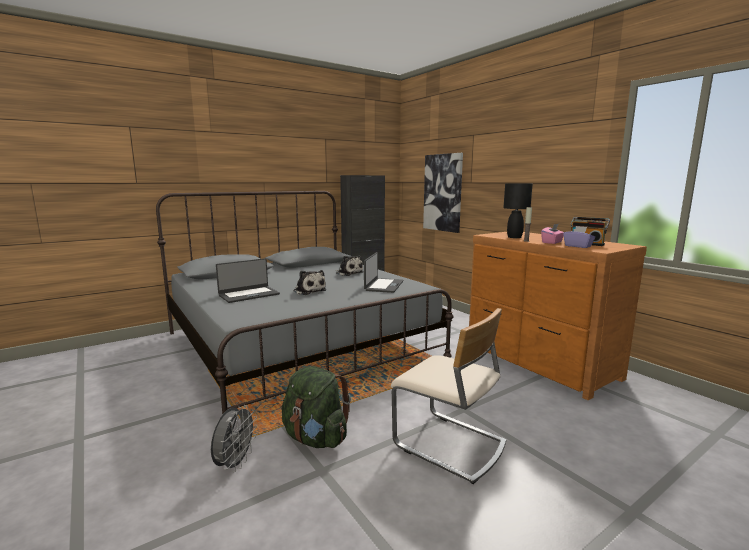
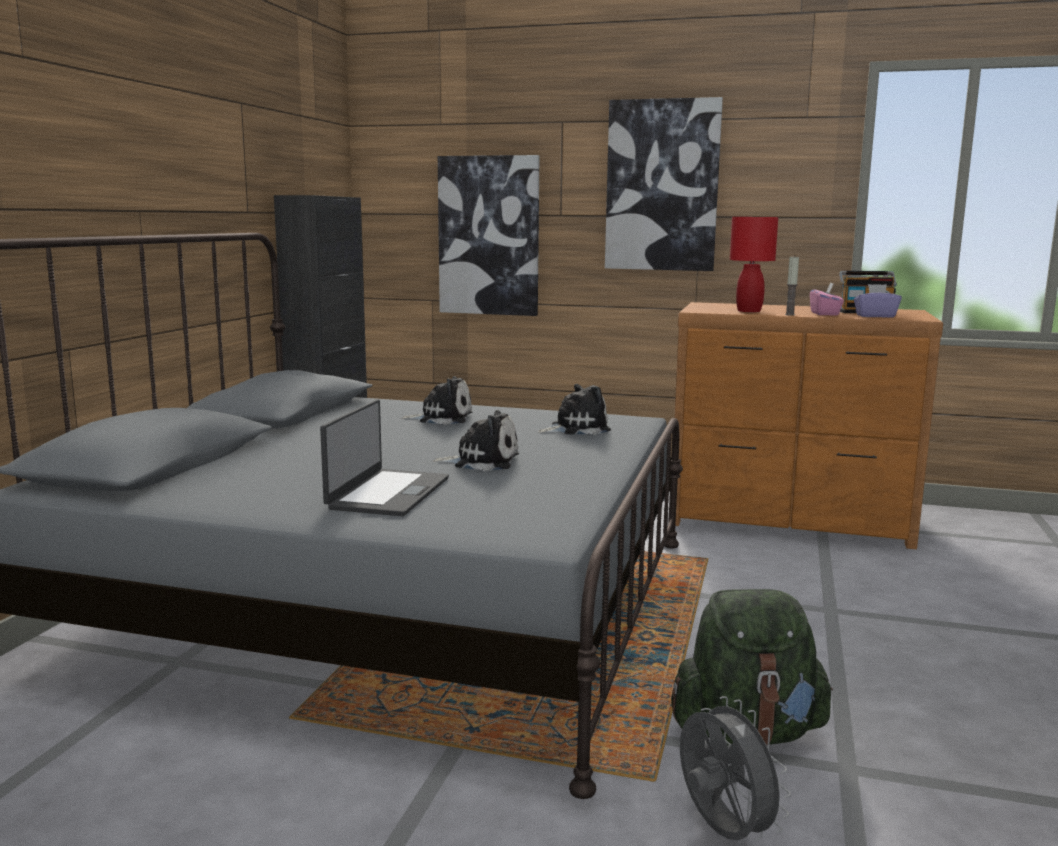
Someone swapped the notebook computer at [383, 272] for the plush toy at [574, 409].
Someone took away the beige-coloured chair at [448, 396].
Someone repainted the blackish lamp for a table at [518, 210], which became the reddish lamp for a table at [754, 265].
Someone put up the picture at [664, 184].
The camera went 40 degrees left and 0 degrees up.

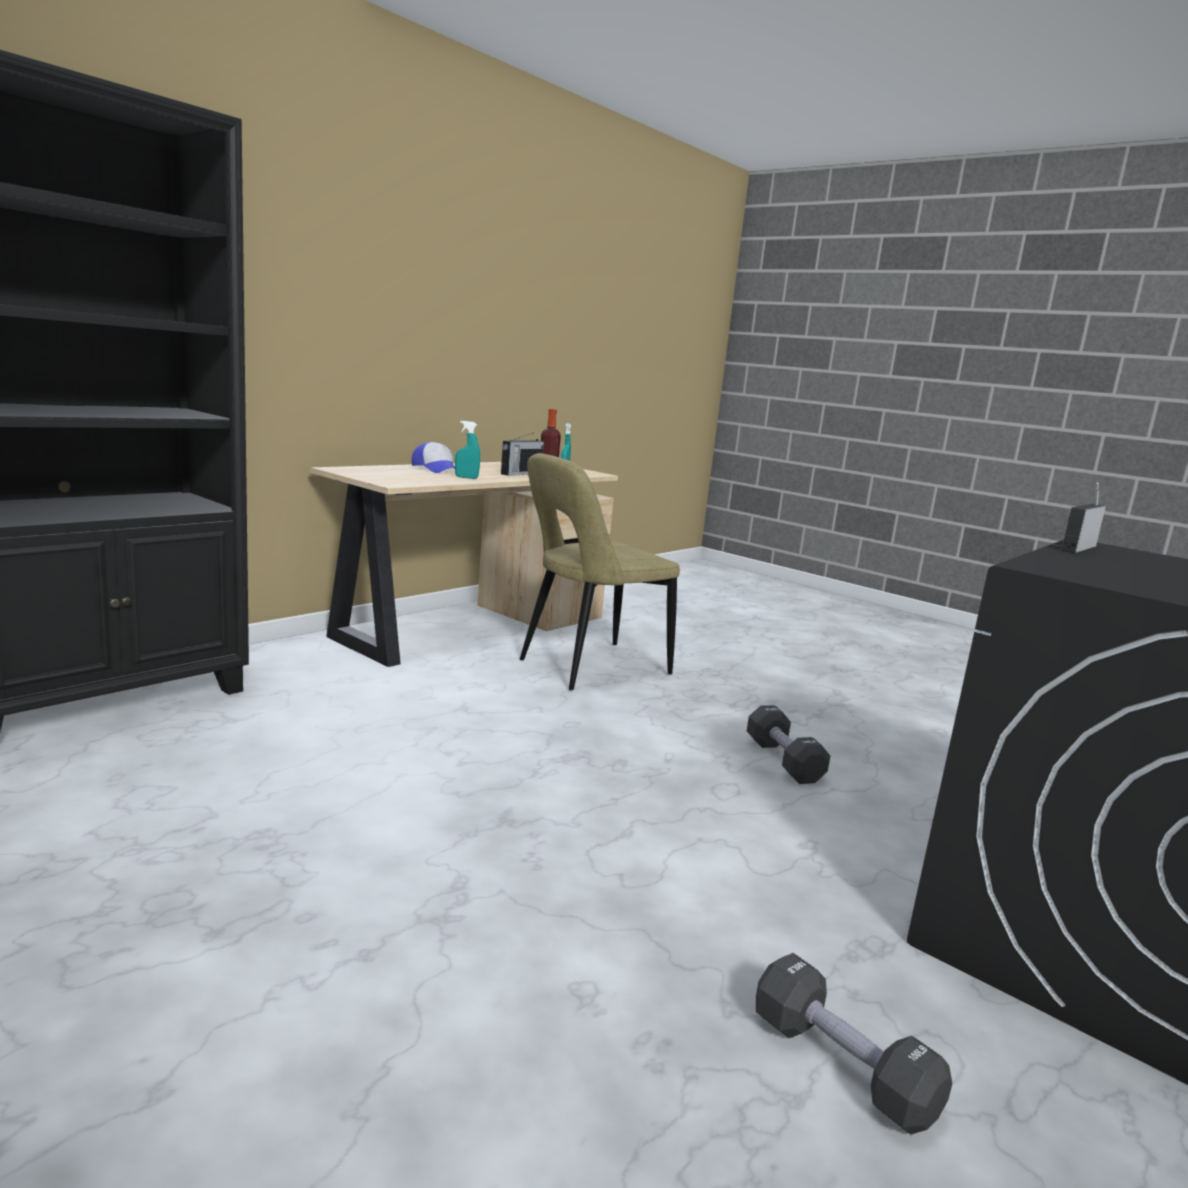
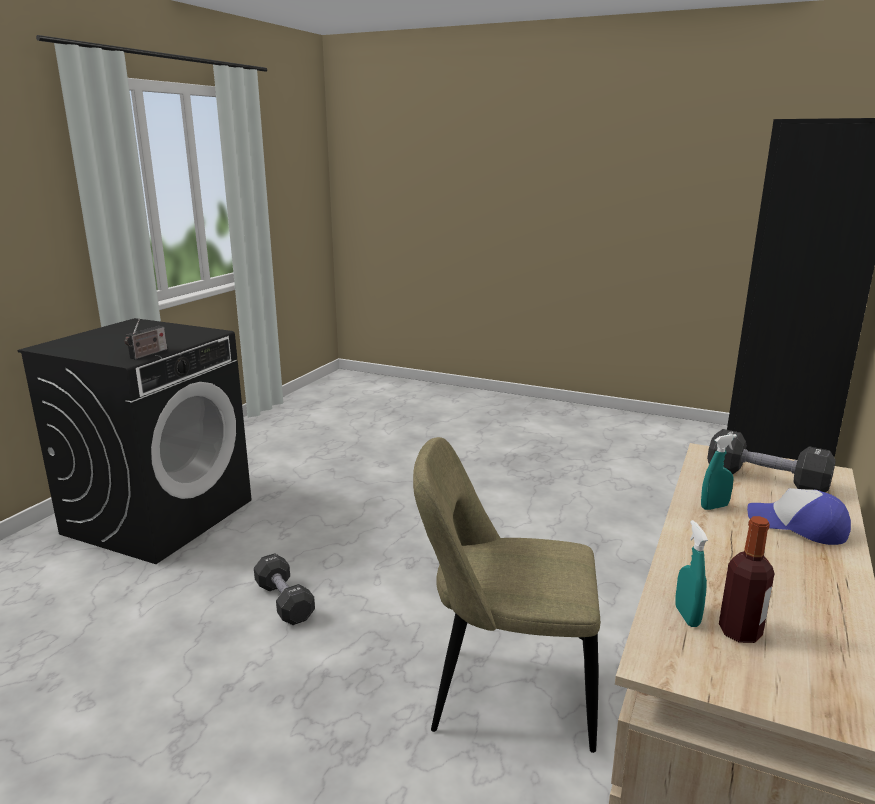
Someone took away the radio set at [522, 453].
Someone rotated the beige-coloured chair at [599, 571] by 120 degrees counterclockwise.
Someone carried the blackish hand weight from [854, 1043] to [771, 460].
The camera went 165 degrees right and 5 degrees up.

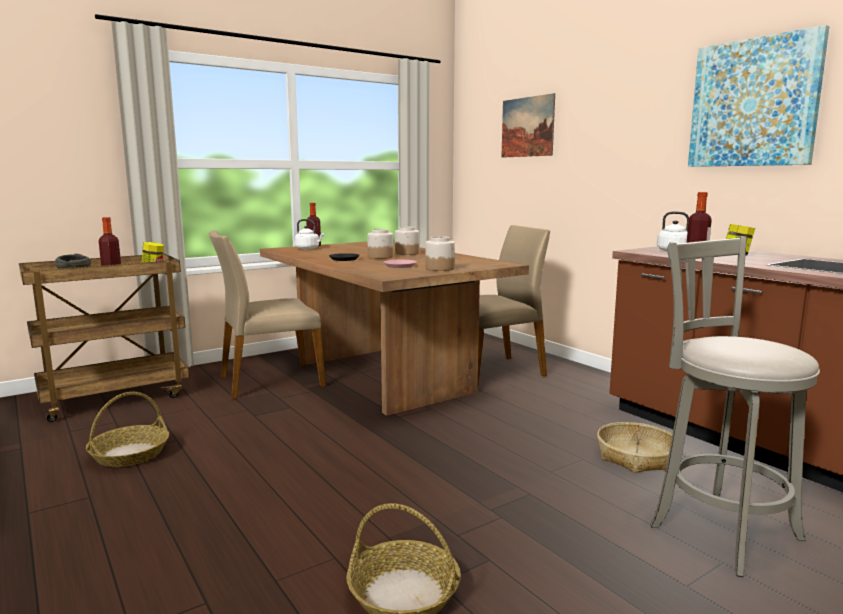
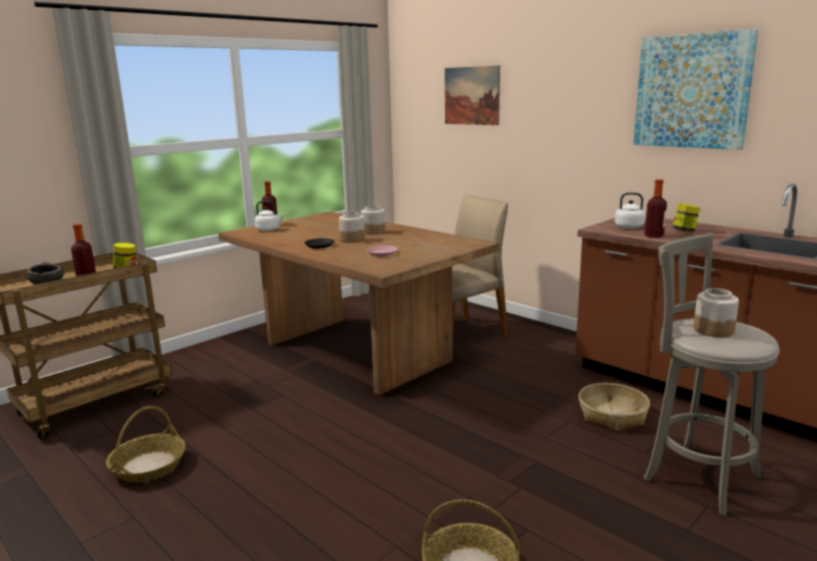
Someone took away the beige-coloured chair at [267, 314].
Someone carried the jar from [440, 253] to [716, 312].
The camera went 10 degrees left and 5 degrees up.

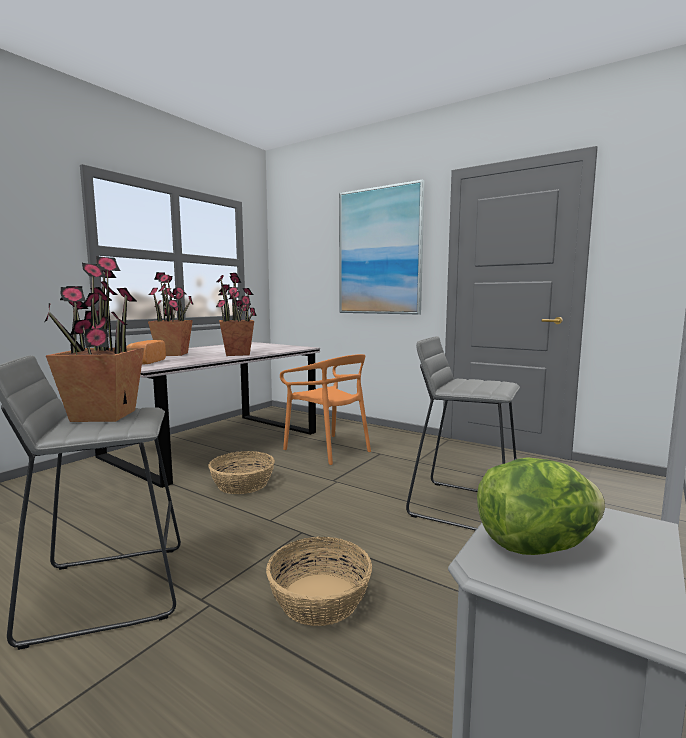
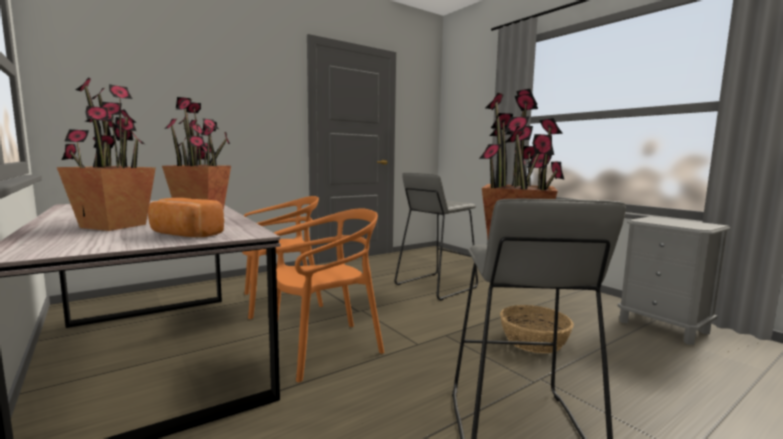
Someone swapped the storage basket at [241, 472] for the orange chair at [329, 295].
Someone took away the picture at [382, 247].
Someone took away the lettuce head at [541, 506].
The camera went 70 degrees left and 0 degrees up.

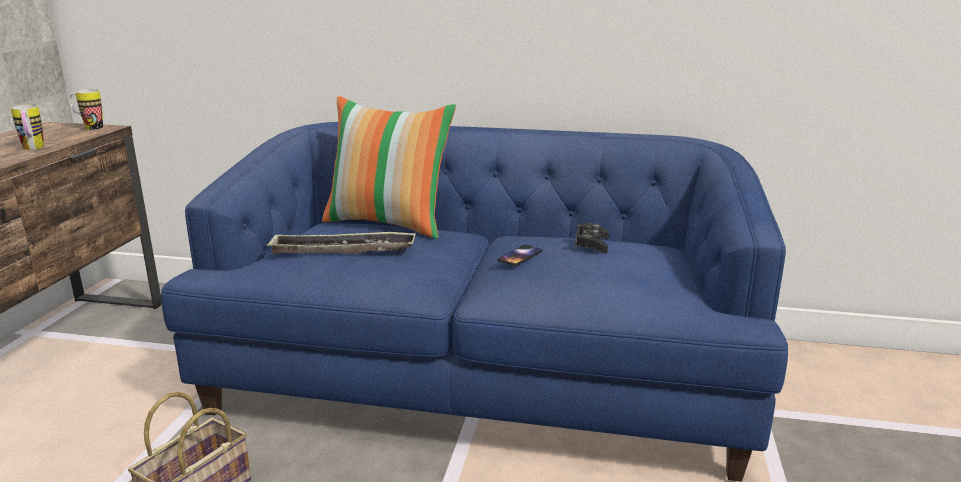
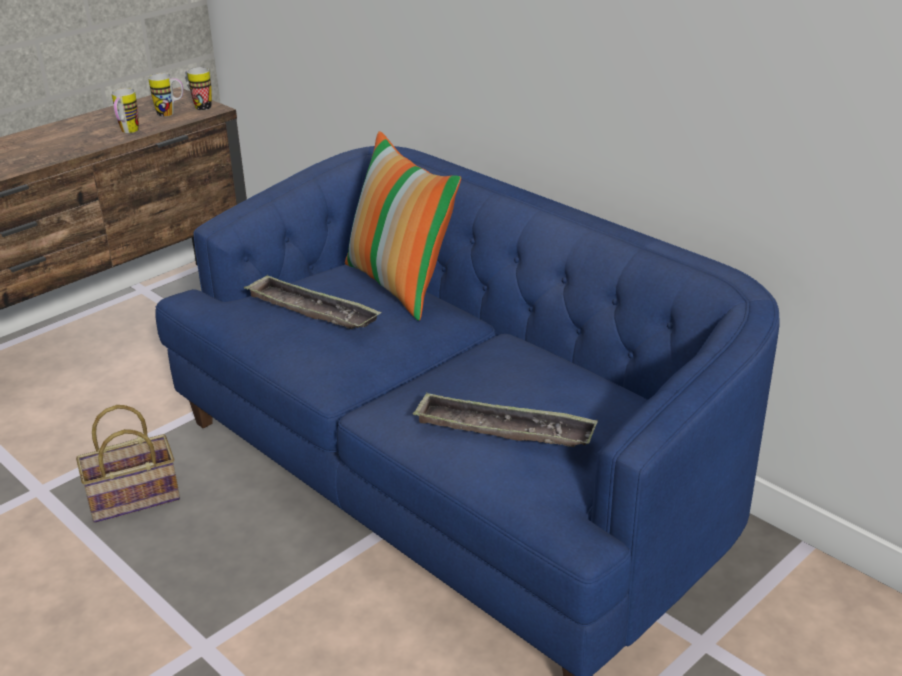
Someone took away the phone at [520, 255].
Someone took away the blackish gamepad at [592, 238].
Someone put down the mug at [165, 95].
Someone put down the carrying tray at [505, 419].
The camera went 35 degrees right and 10 degrees up.

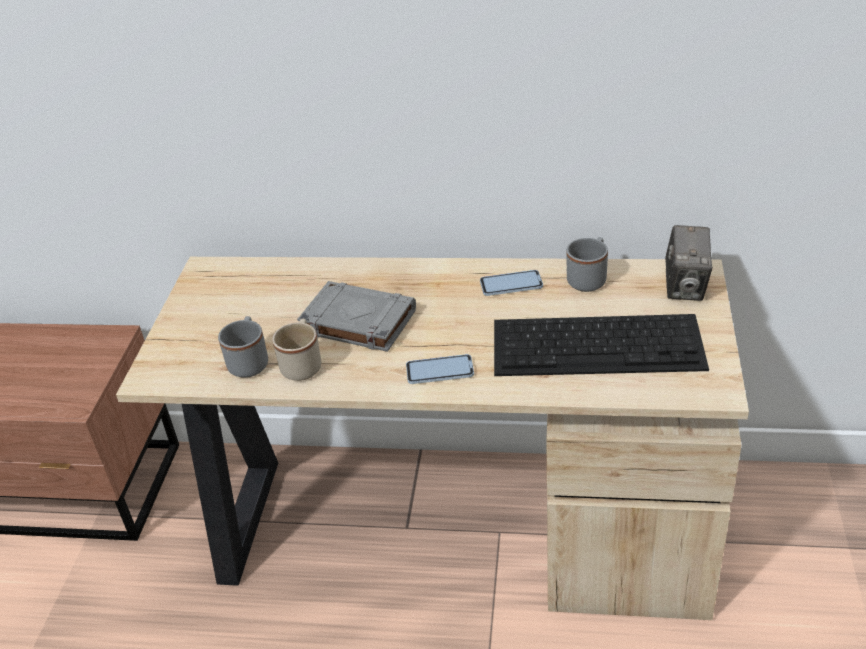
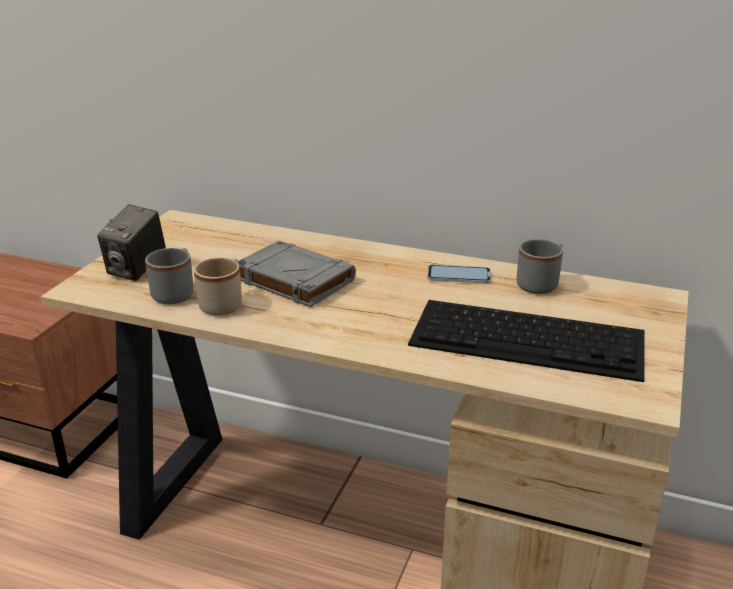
Someone took away the phone at [440, 369].
Someone carried the photo camera from [688, 263] to [131, 242].
The camera went 10 degrees right and 10 degrees down.

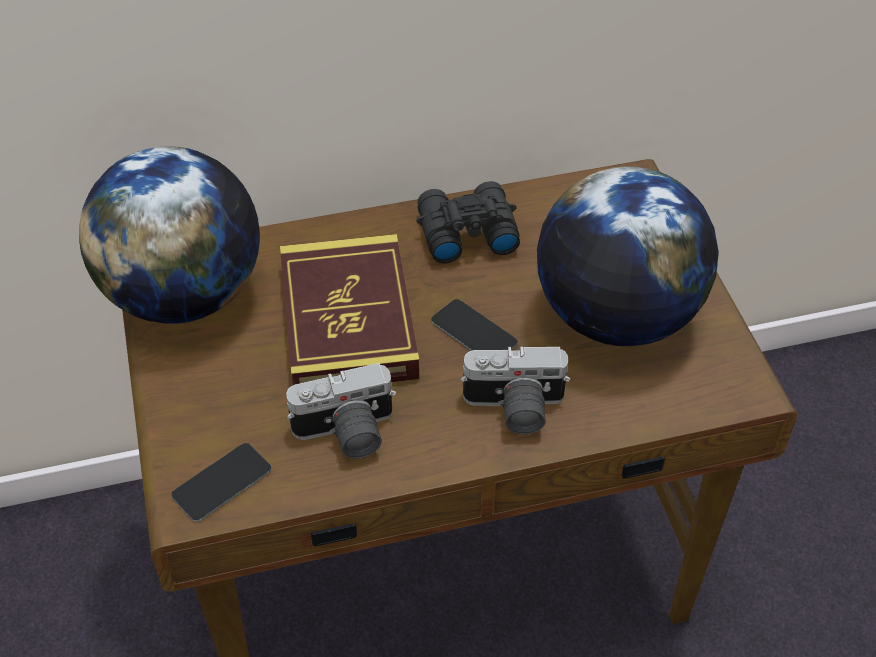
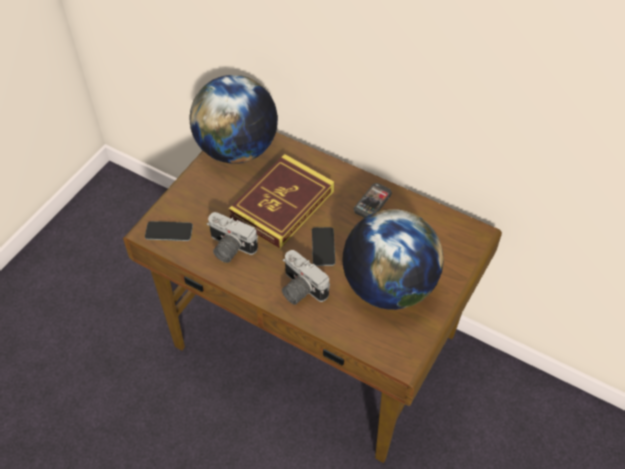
Someone swapped the blackish pair of binoculars at [468, 222] for the phone at [372, 200].
The camera went 45 degrees right and 5 degrees up.

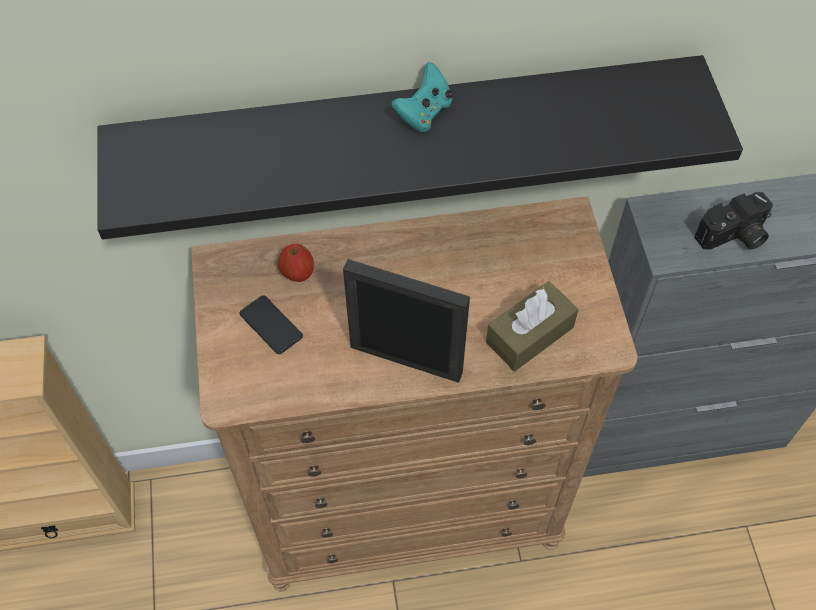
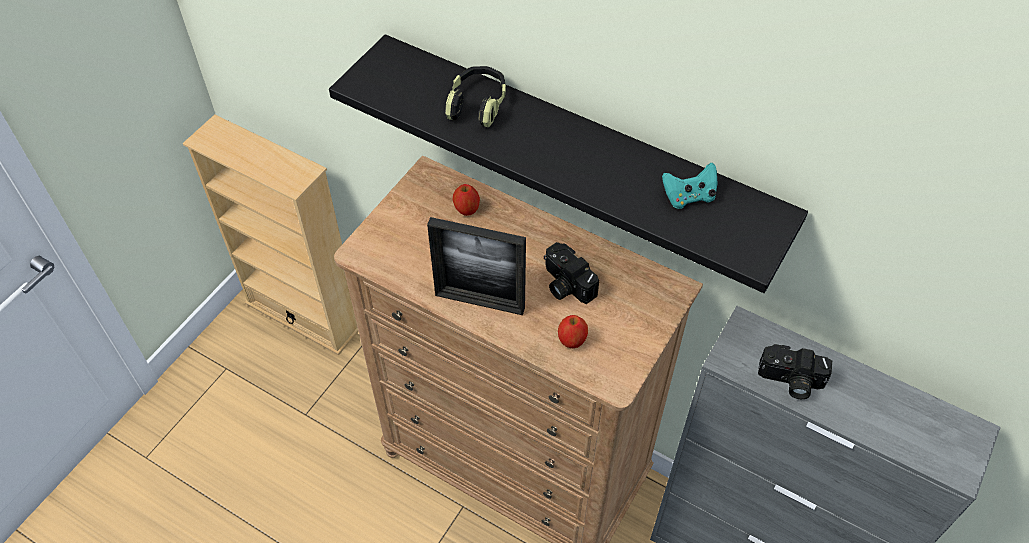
Someone took away the phone at [271, 324].
Someone rotated the picture frame at [406, 321] by 135 degrees clockwise.
Someone carried the turquoise-coloured gamepad from [422, 97] to [690, 186].
Someone swapped the brown-coloured box of tissues at [532, 326] for the whole apple at [573, 331].
Someone put down the headphones at [475, 96].
Someone put down the photo camera at [571, 273].
The camera went 40 degrees right and 5 degrees down.

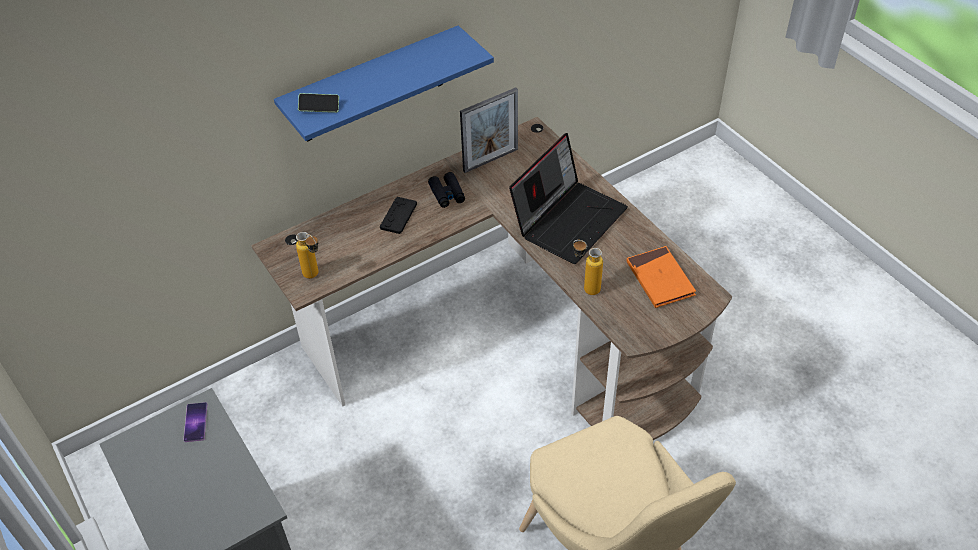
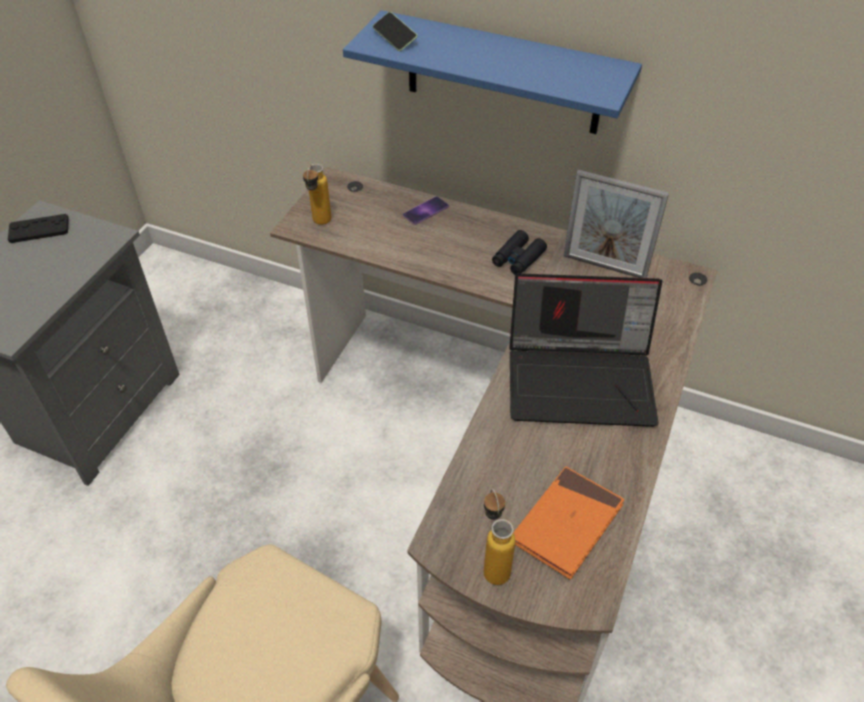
Someone carried the phone from [195, 422] to [426, 210].
Someone carried the blackish gamepad from [398, 215] to [38, 228].
Someone carried the drink bottle from [588, 267] to [499, 537].
The camera went 55 degrees right and 0 degrees up.

